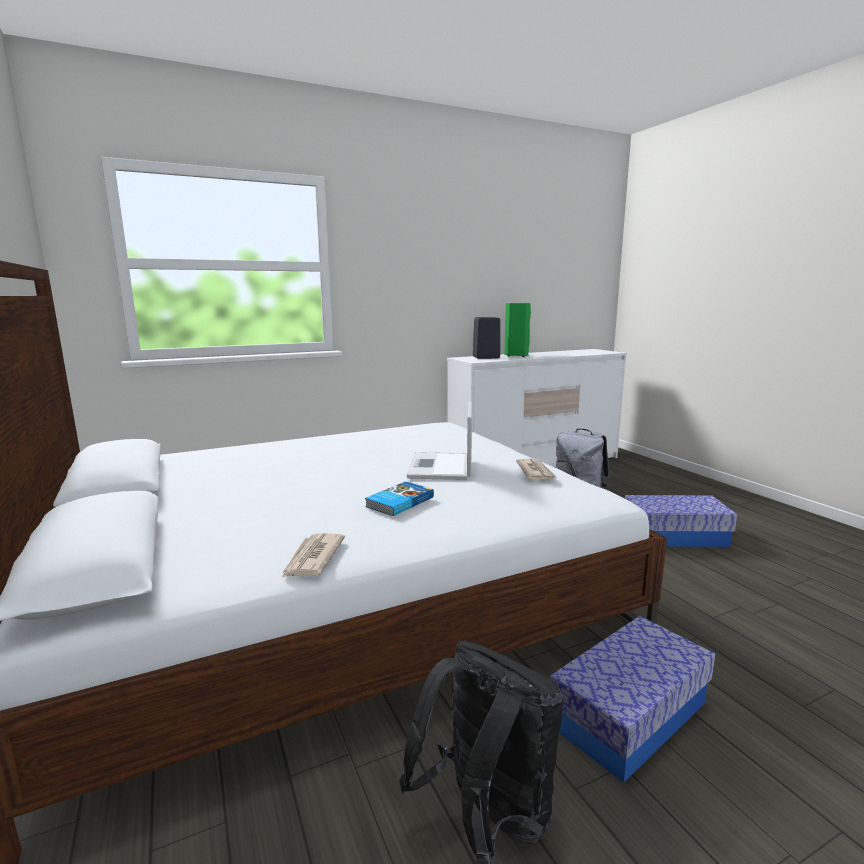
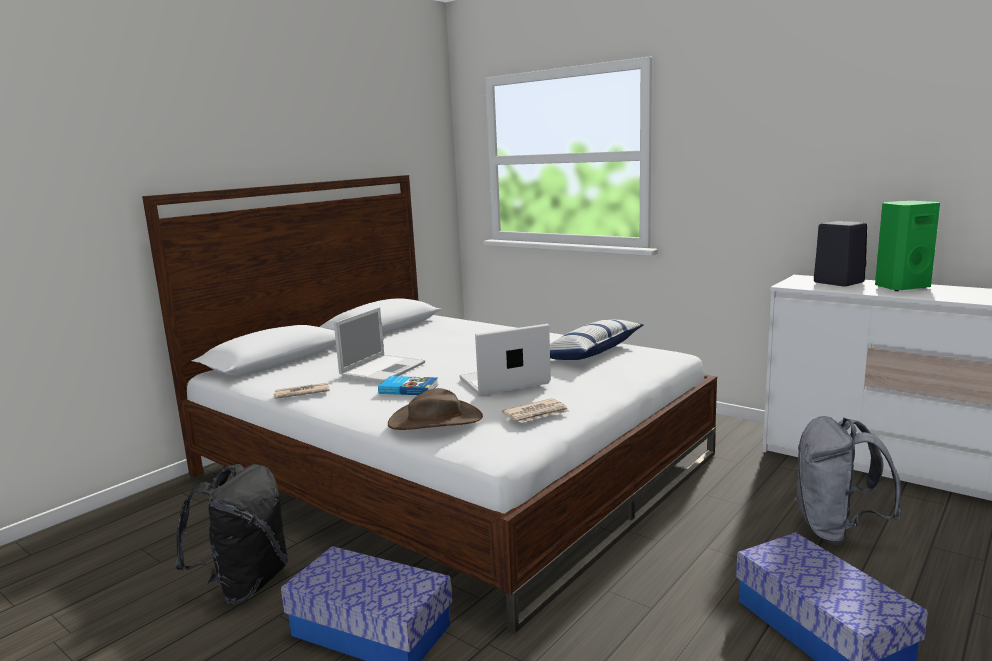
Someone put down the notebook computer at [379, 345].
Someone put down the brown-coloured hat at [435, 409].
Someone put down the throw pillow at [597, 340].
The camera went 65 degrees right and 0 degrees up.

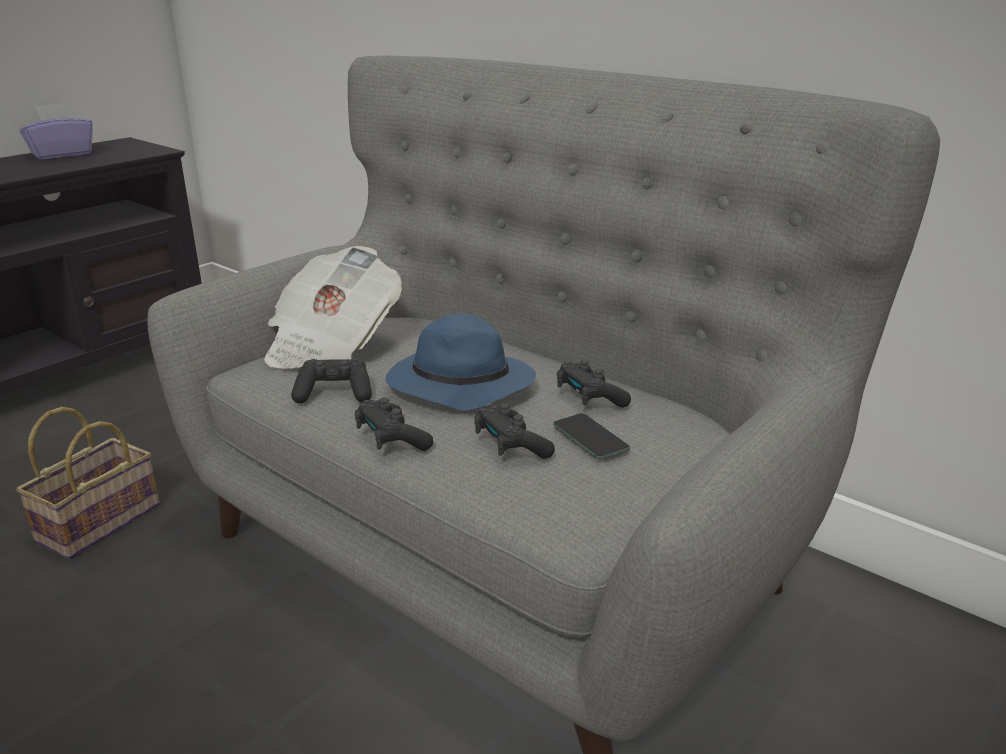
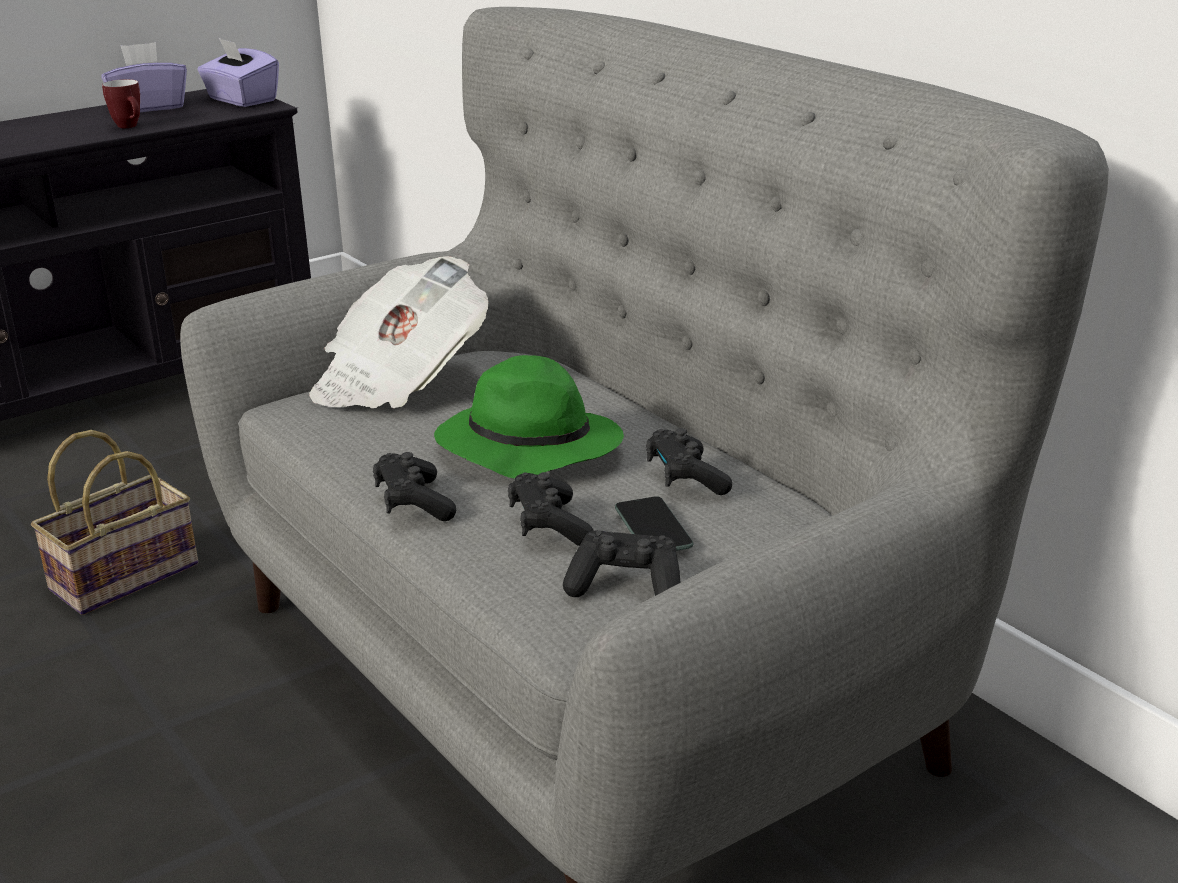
Someone carried the blackish gamepad from [331, 381] to [621, 563].
Someone repainted the blue-coloured hat at [460, 362], which became the greenish hat at [529, 417].
Someone put down the mug at [121, 103].
Someone put down the purple box of tissues at [238, 72].
The camera went 15 degrees right and 0 degrees up.

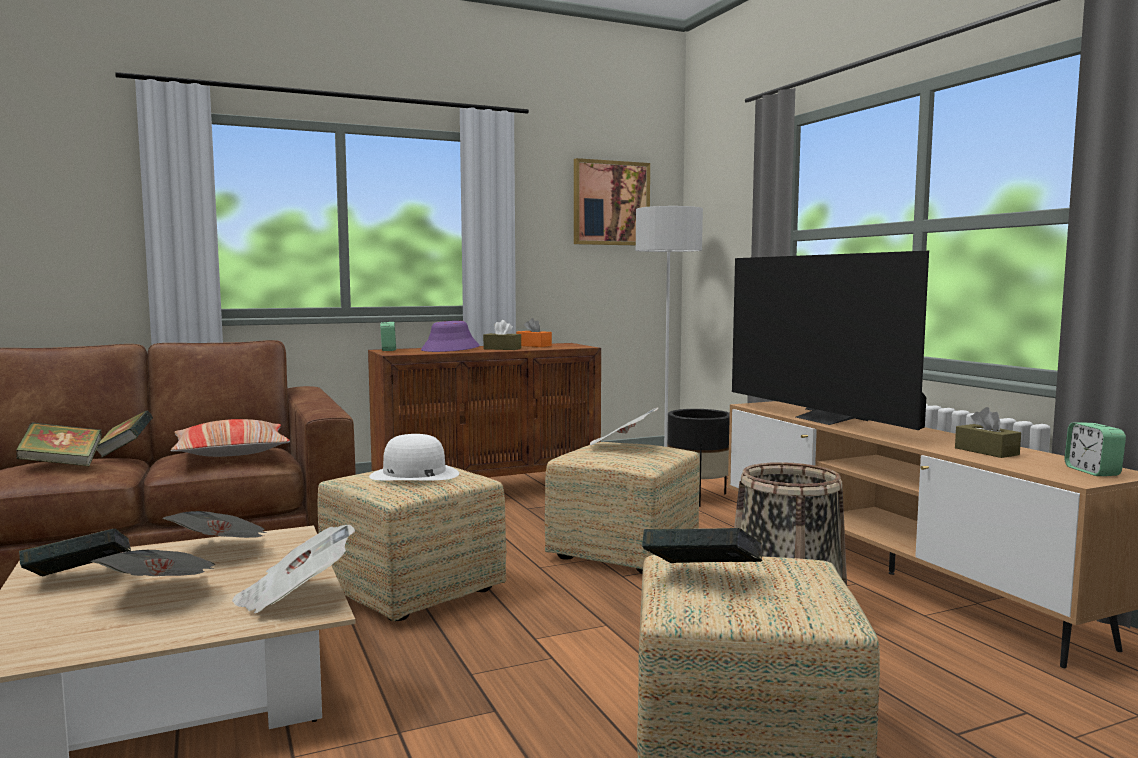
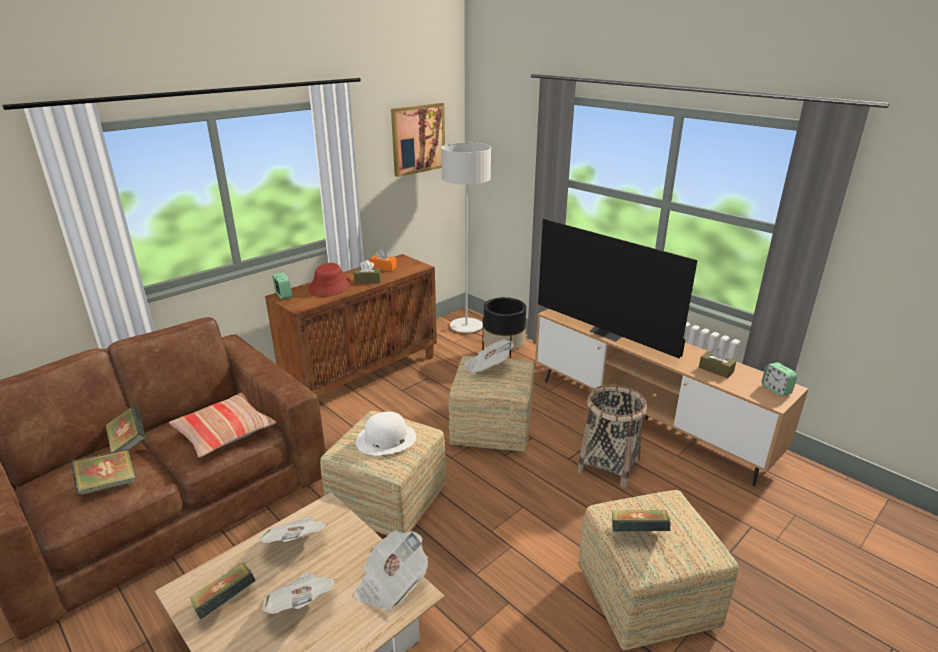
Someone repainted the purple hat at [450, 336], which became the reddish hat at [329, 280].
The camera went 20 degrees left and 20 degrees up.

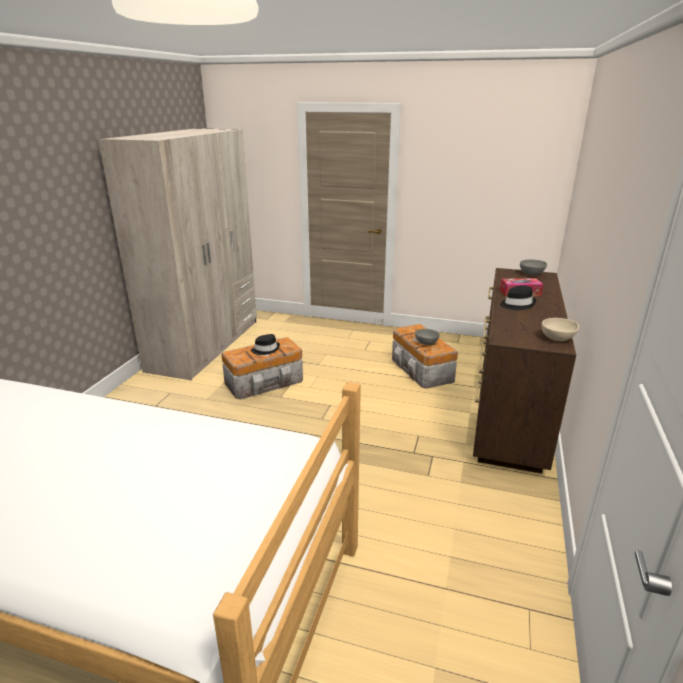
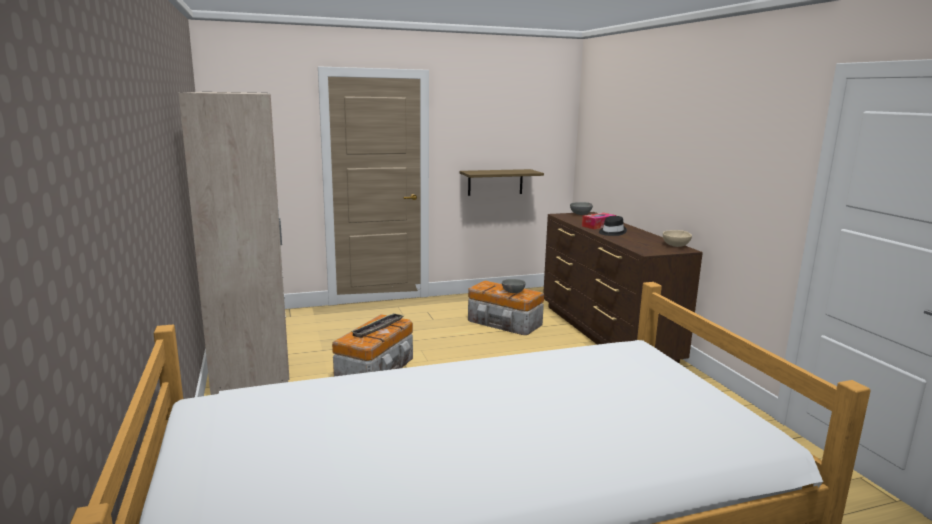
Someone swapped the blackish hat at [265, 344] for the carrying tray at [377, 326].
Someone put up the shelf at [502, 182].
The camera went 35 degrees left and 10 degrees down.

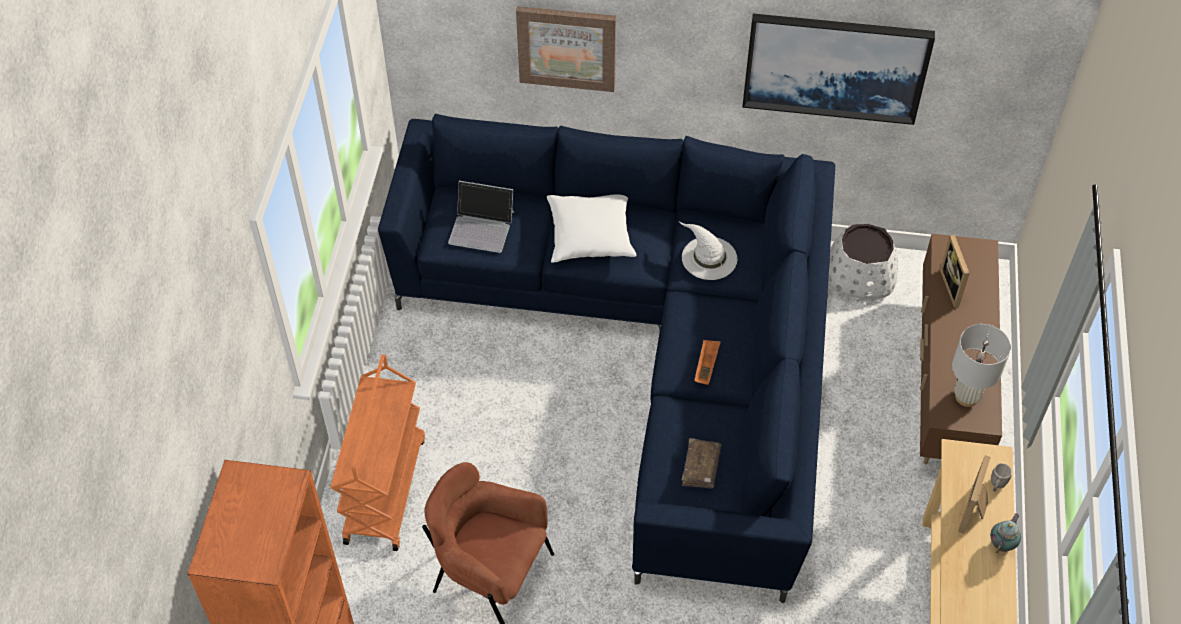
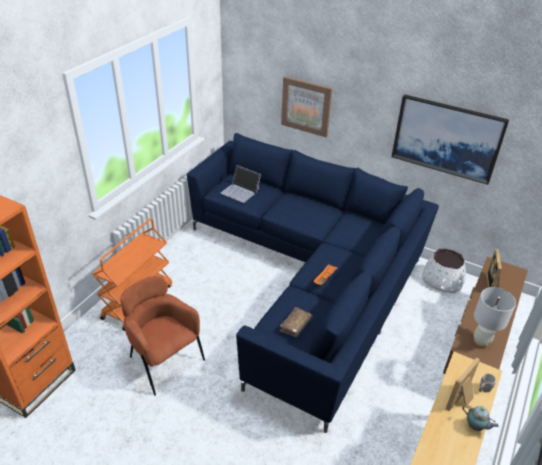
Someone took away the white-coloured throw pillow at [591, 228].
Someone took away the white-coloured hat at [708, 250].
Someone rotated the pot for tea at [1005, 533] by 75 degrees clockwise.
The camera went 20 degrees right and 15 degrees down.

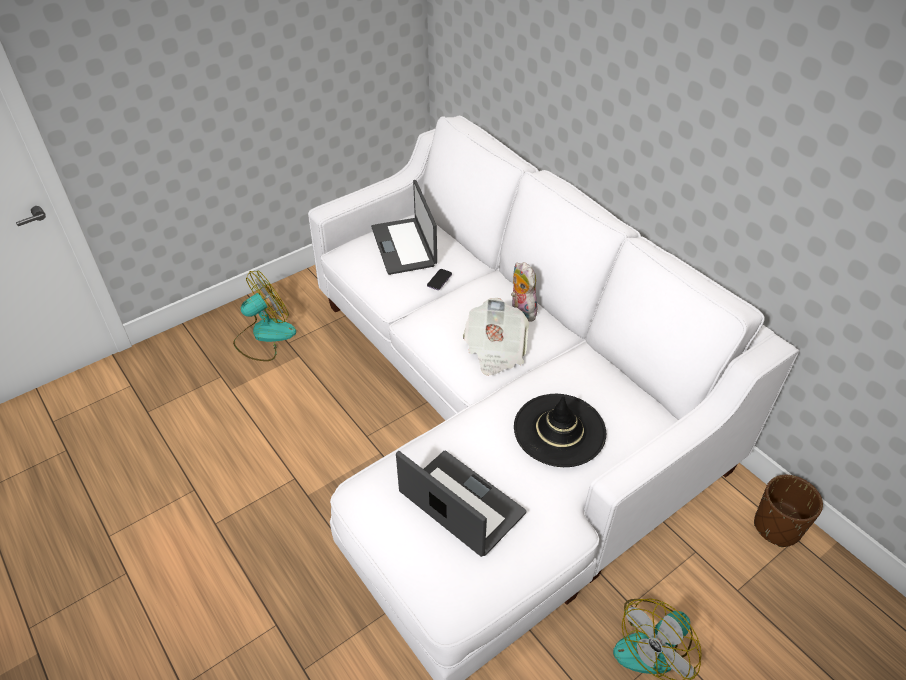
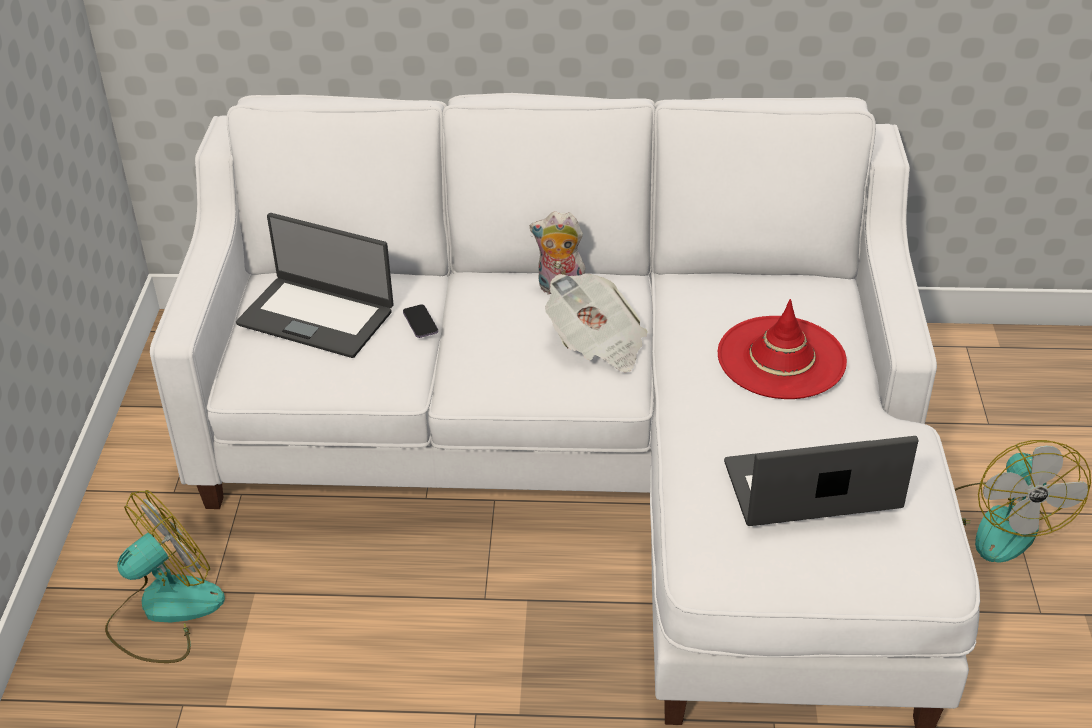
Someone rotated the fan at [264, 315] by 45 degrees clockwise.
Someone repainted the blackish hat at [560, 430], which became the reddish hat at [782, 349].
Someone took away the brown-coloured planter at [788, 511].
The camera went 50 degrees left and 5 degrees down.

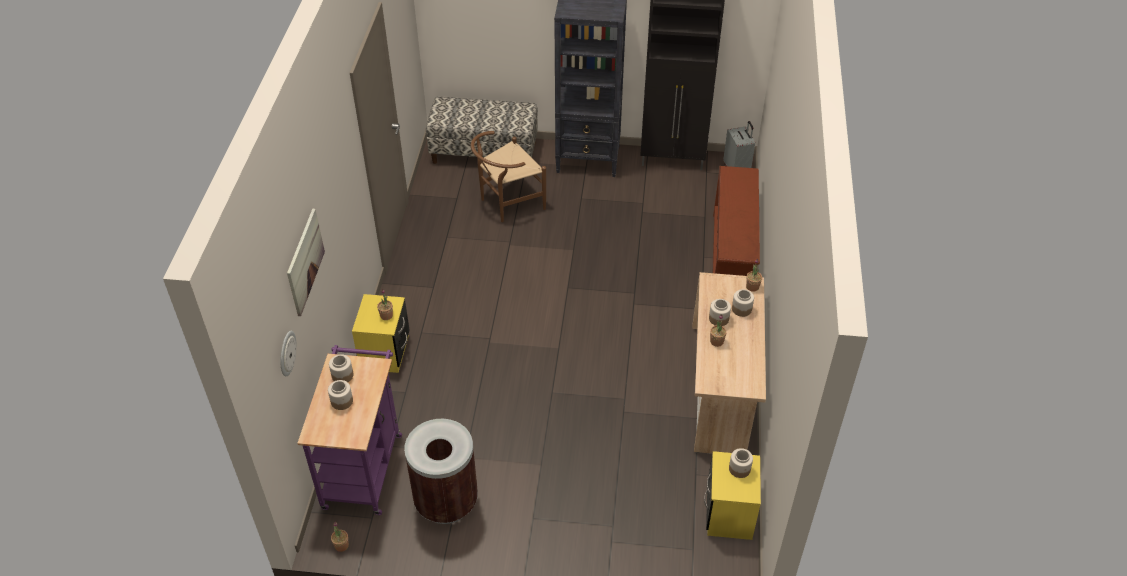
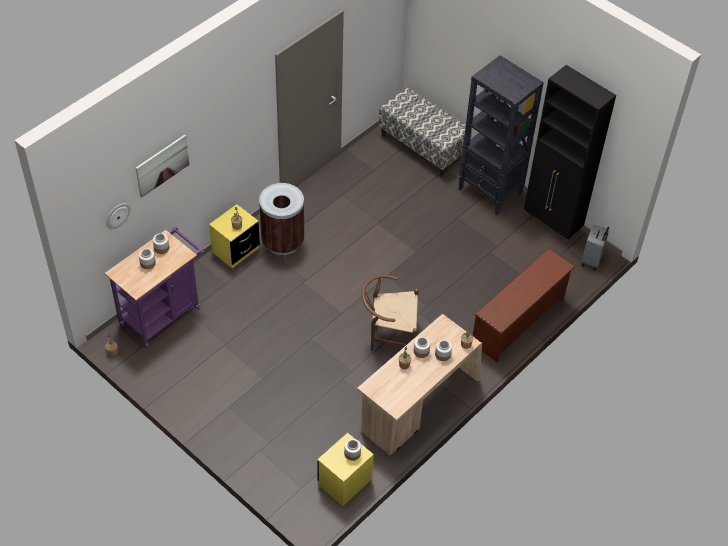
Someone carried the brown-coloured waste bin from [441, 471] to [281, 219].
Someone carried the brown-coloured chair from [508, 176] to [390, 313].
The camera went 35 degrees right and 5 degrees up.

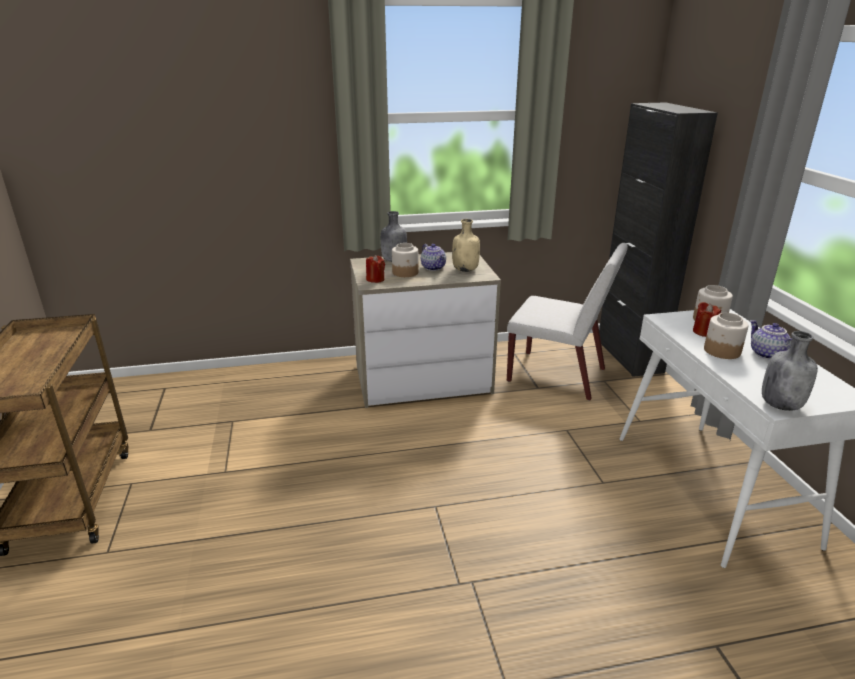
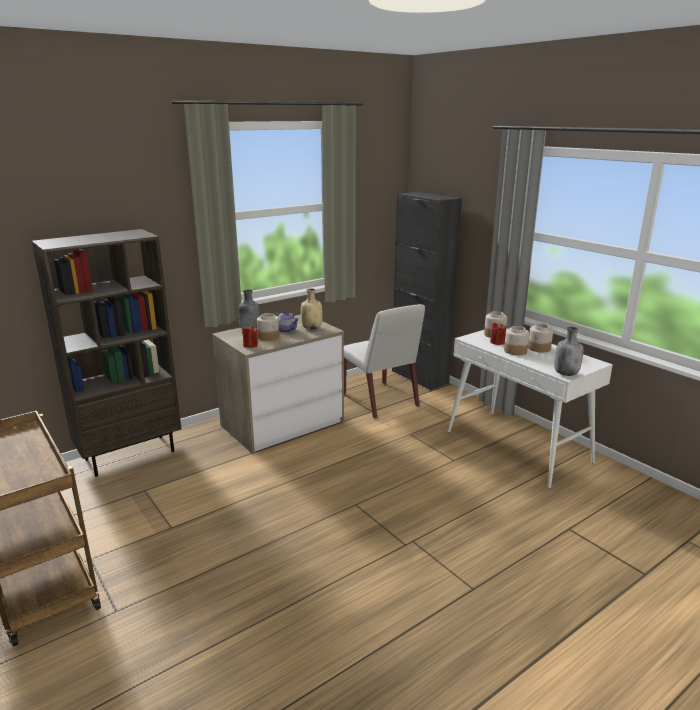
Someone rotated the white-coloured chair at [567, 322] by 60 degrees clockwise.
Someone swapped the pot for tea at [771, 340] for the jar at [540, 338].
Someone put down the brown-coloured bookshelf at [106, 353].
The camera went 25 degrees left and 5 degrees down.

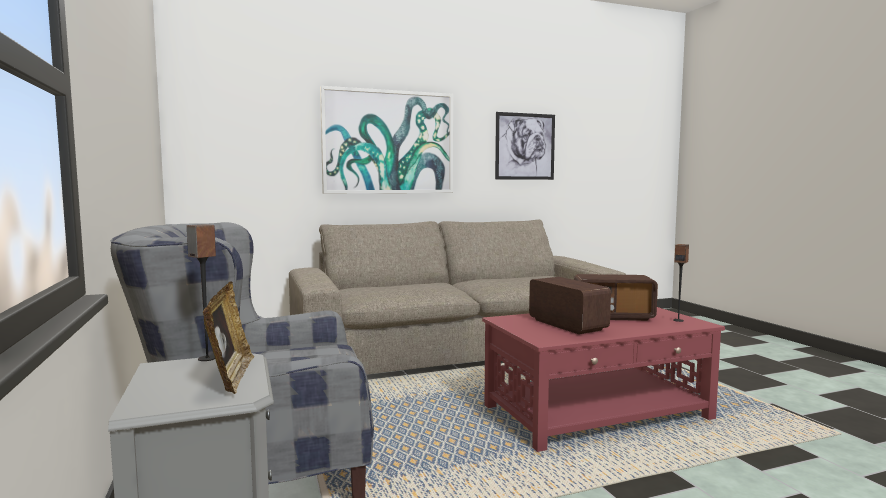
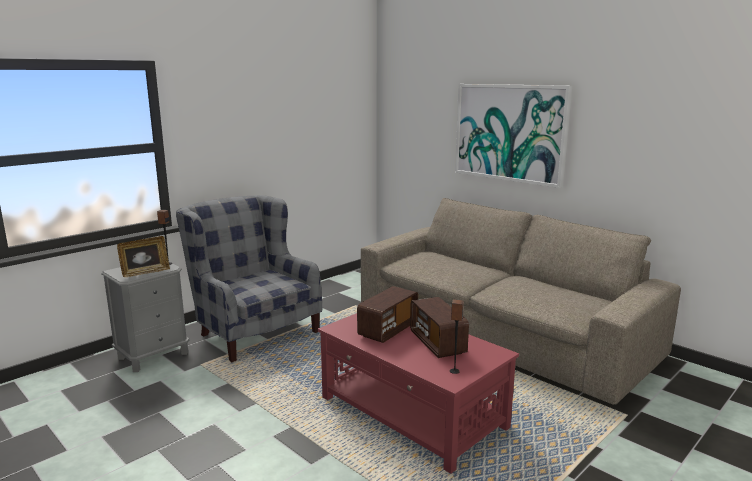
Someone took away the picture at [525, 146].
The camera went 65 degrees right and 10 degrees up.

